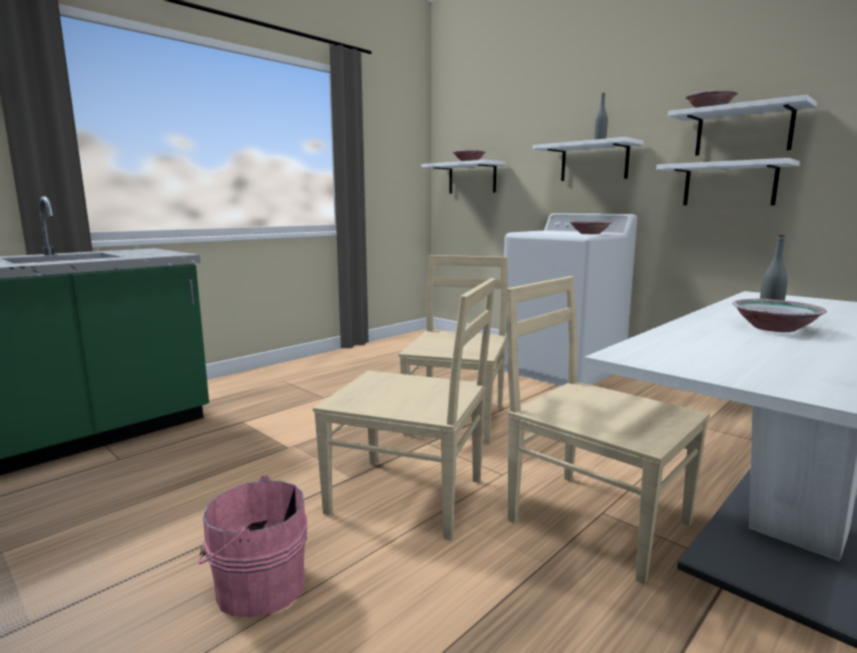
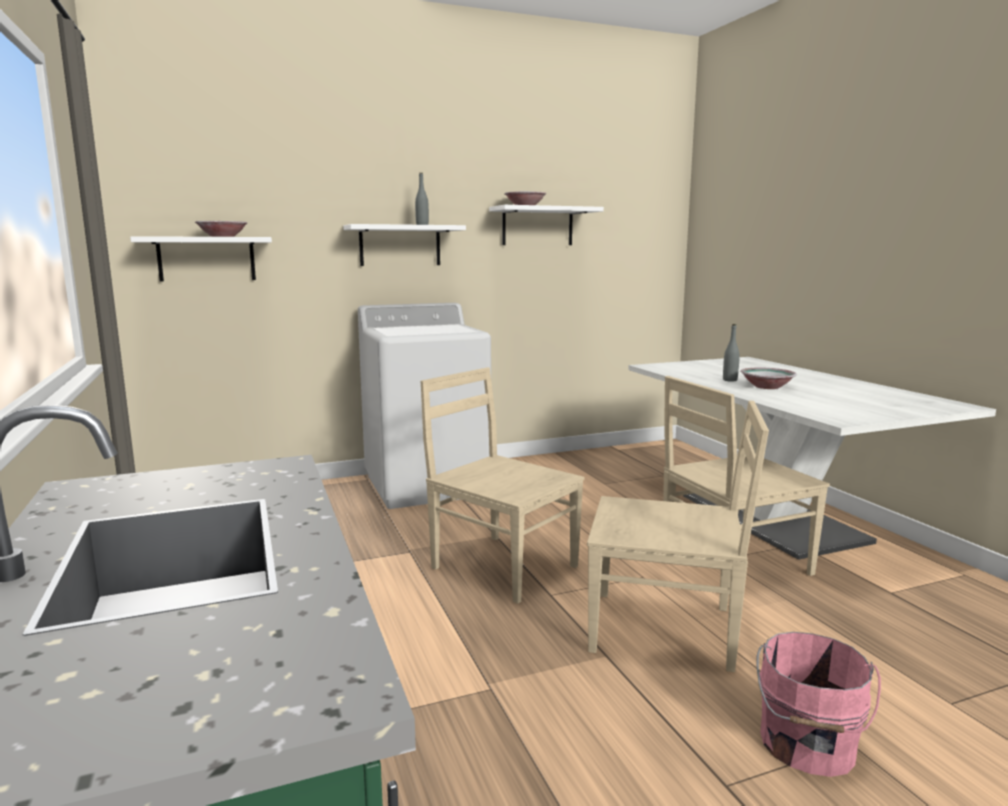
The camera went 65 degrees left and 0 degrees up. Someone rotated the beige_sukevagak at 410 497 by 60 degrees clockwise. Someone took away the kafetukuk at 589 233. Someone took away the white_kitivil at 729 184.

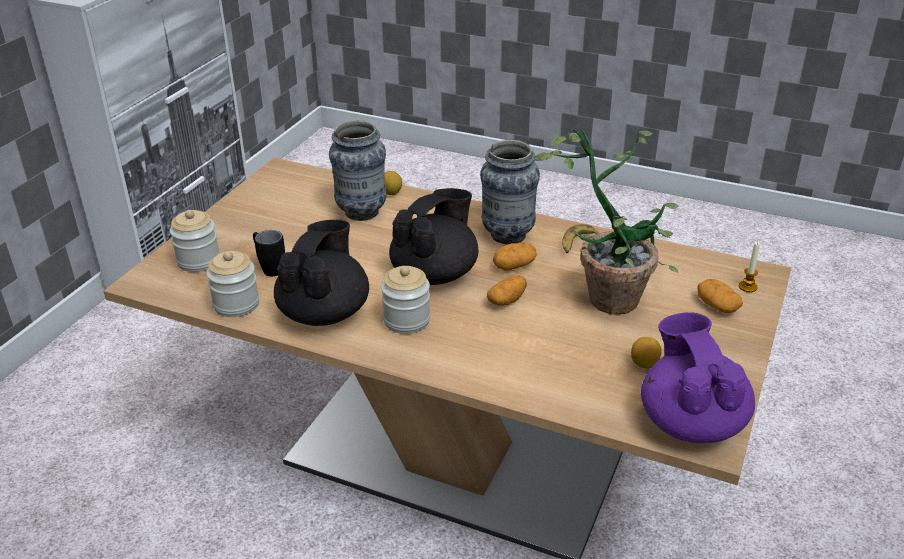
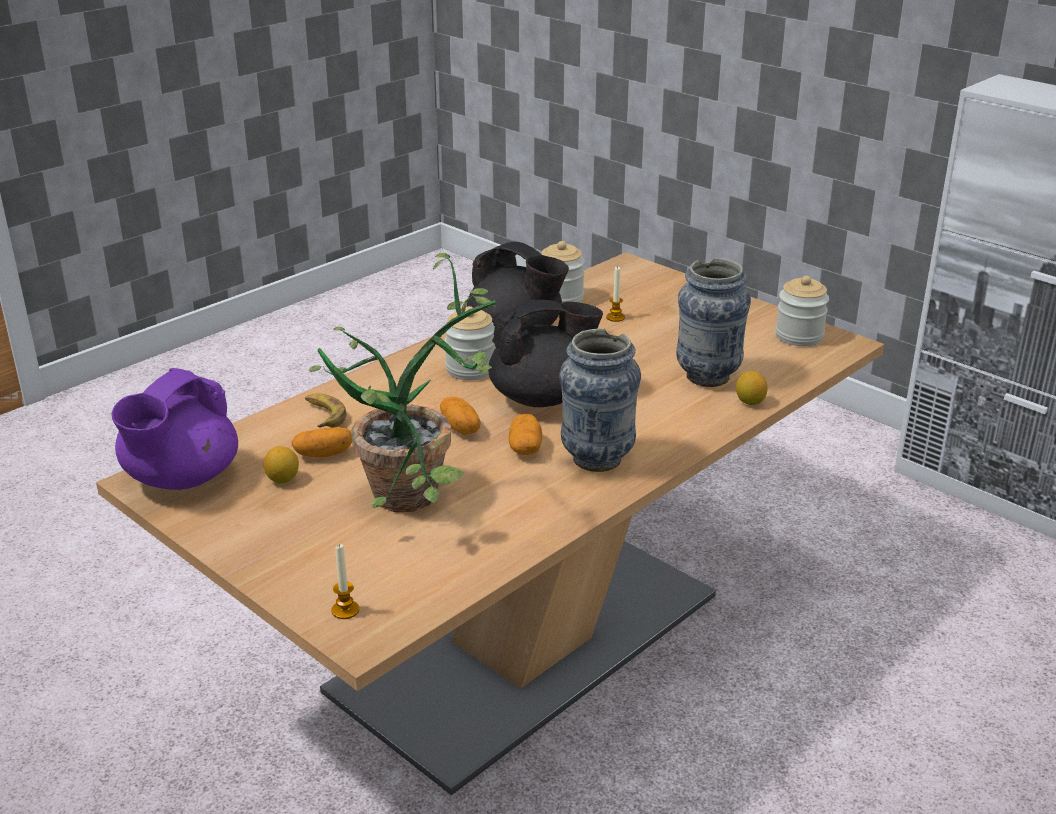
The camera went 110 degrees right and 5 degrees down. Someone carried the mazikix from 198 261 to 799 336. Someone swapped the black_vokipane at 269 268 for the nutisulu at 615 317. Someone rotated the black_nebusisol at 435 274 by 75 degrees counterclockwise. Someone carried the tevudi from 577 243 to 323 415. Someone rotated the purple_nebusisol at 691 421 by 105 degrees clockwise. Someone carried the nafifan from 717 306 to 323 454.

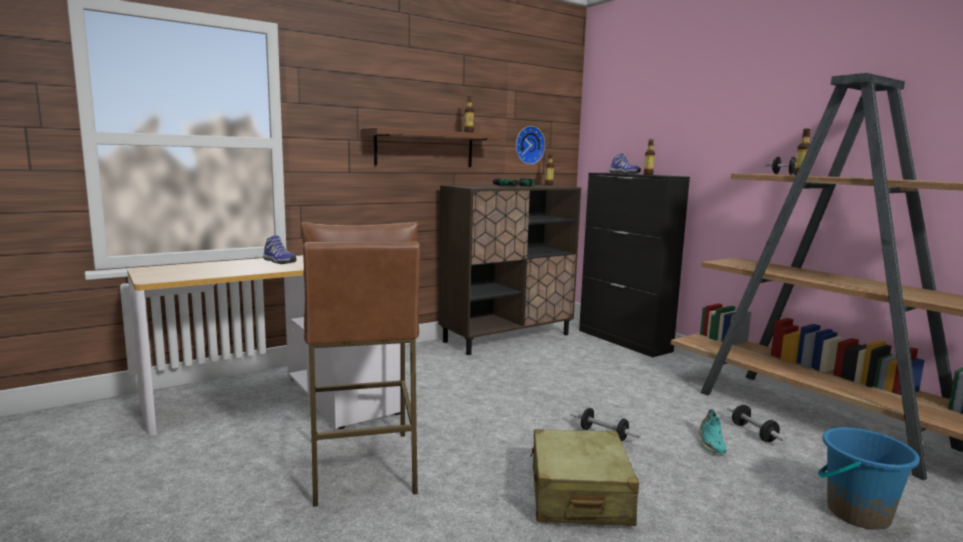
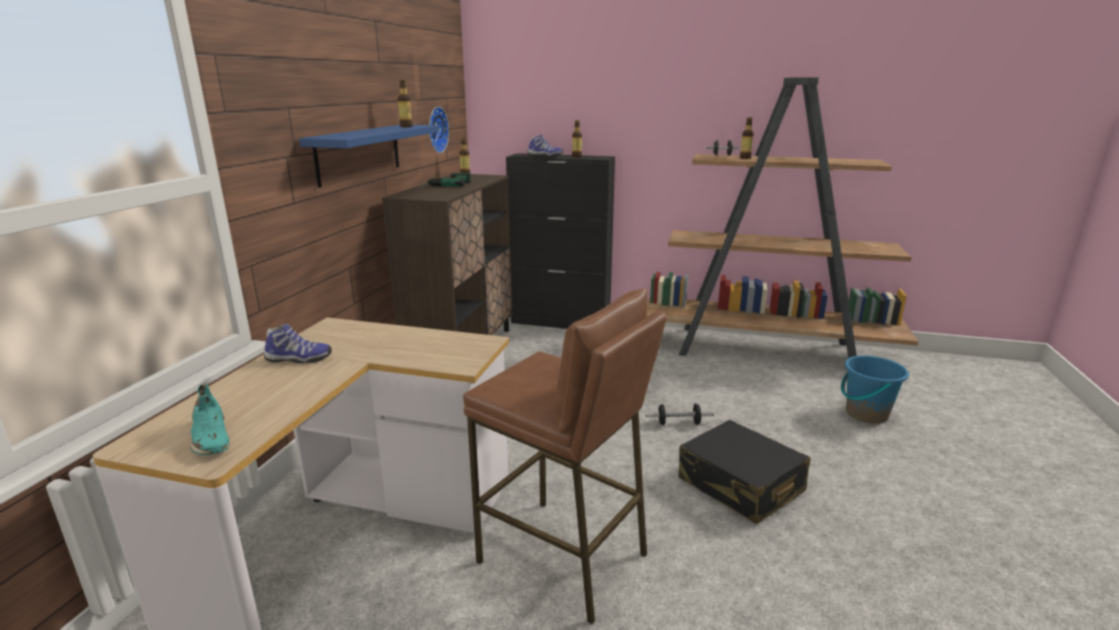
The camera went 40 degrees left and 10 degrees up. Someone repainted the brown_kitivil at 425 149, which became the blue_kitivil at 359 153. Someone repainted the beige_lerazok at 579 495, which became the black_lerazok at 740 485. Someone carried the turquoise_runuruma from 711 443 to 210 437. Someone took away the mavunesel at 753 433.

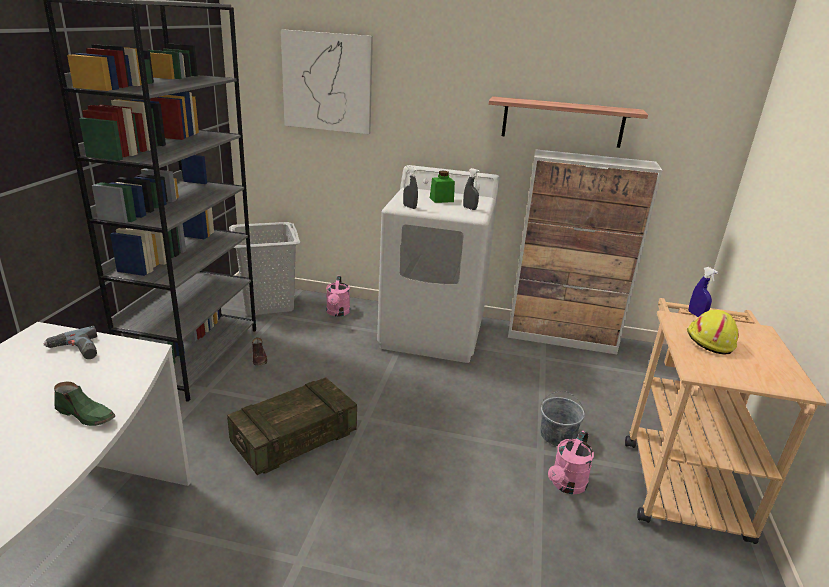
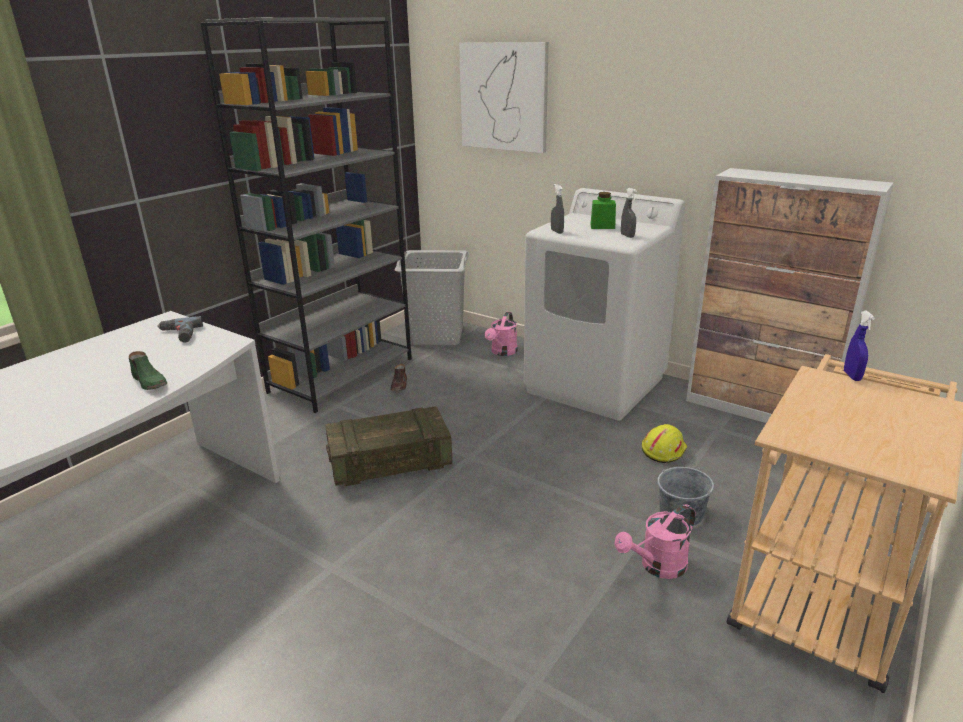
The camera went 25 degrees right and 0 degrees up. Someone took away the kitivil at 562 122. Someone carried the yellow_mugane from 708 340 to 663 450.

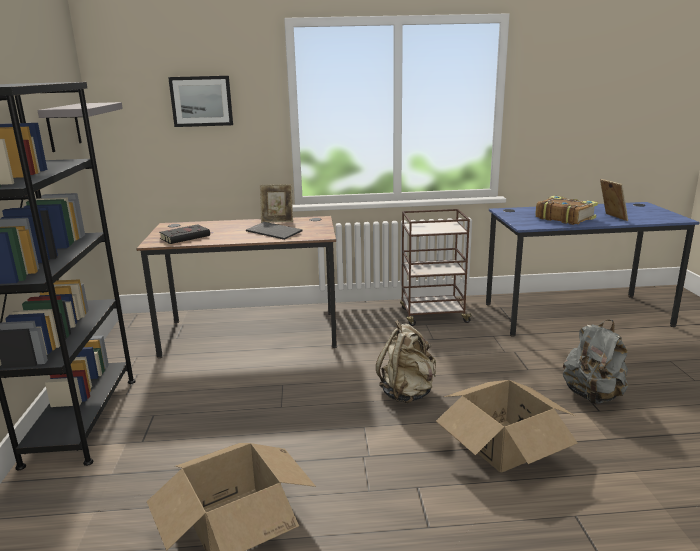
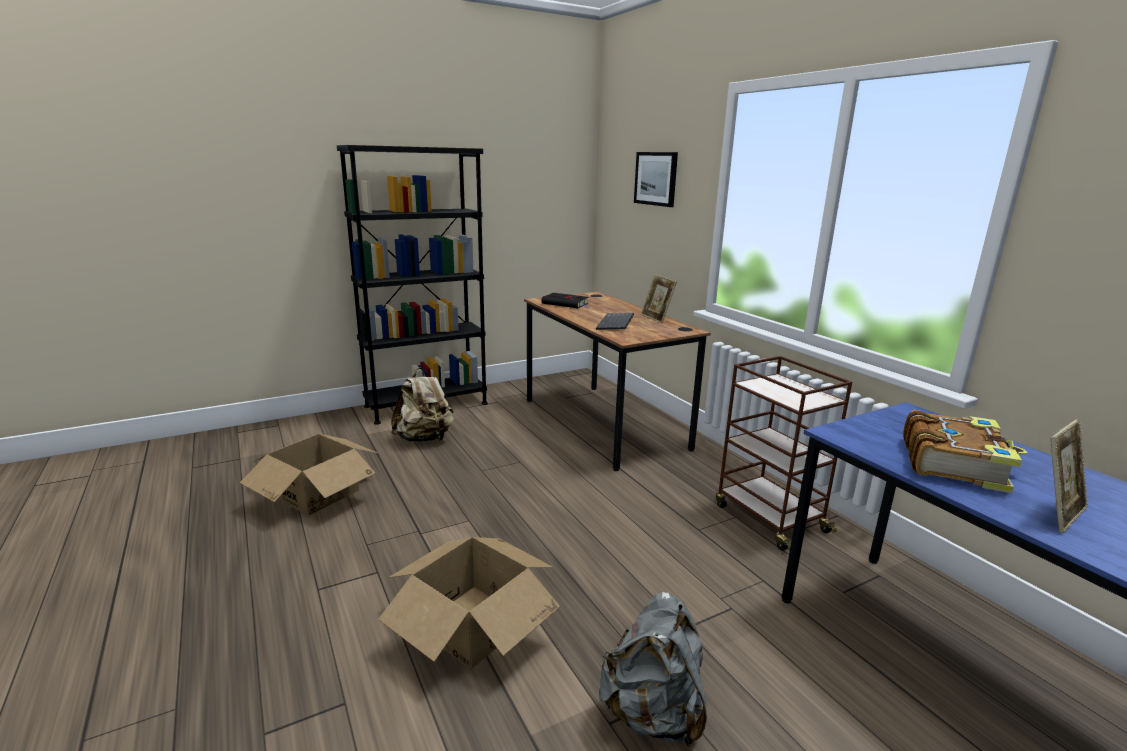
The camera went 65 degrees right and 0 degrees up. Someone took away the grey_kitivil at 63 127. Someone carried the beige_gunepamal from 407 393 to 424 438.

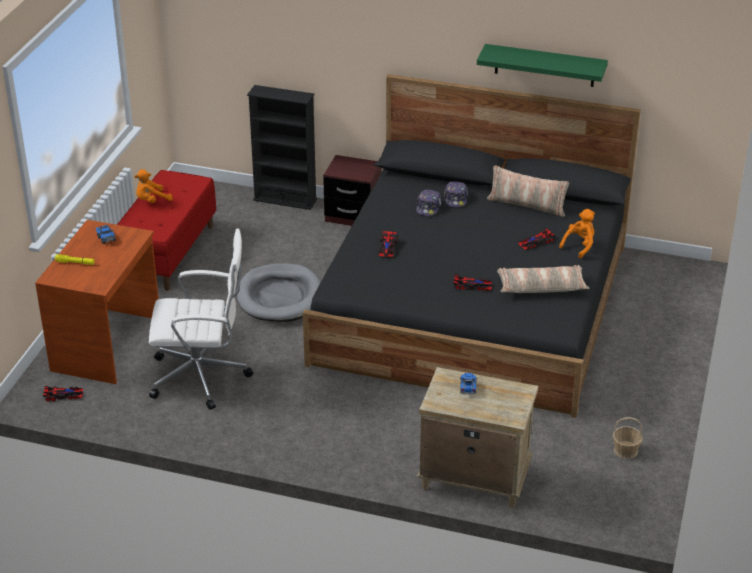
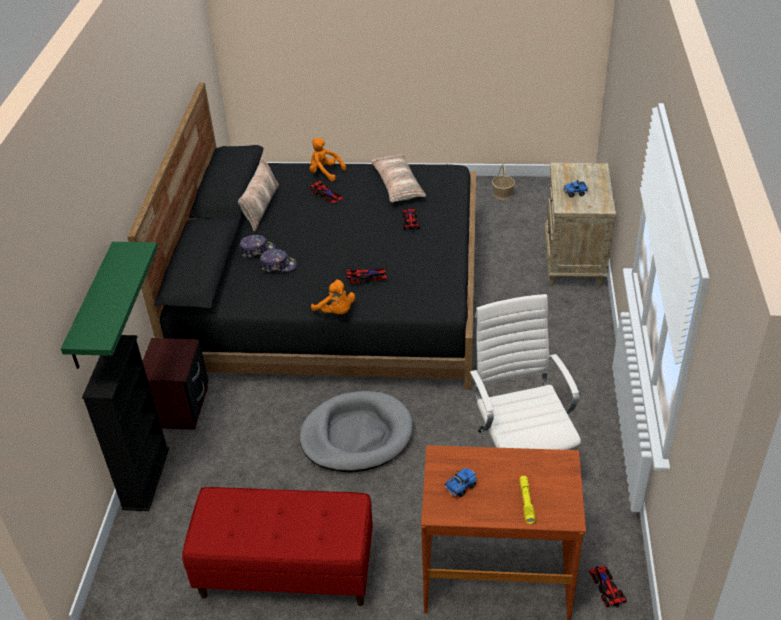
The camera went 100 degrees left and 5 degrees up. Someone carried the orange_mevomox from 152 200 to 336 312. Someone carried the green_kitivil from 544 65 to 92 307.

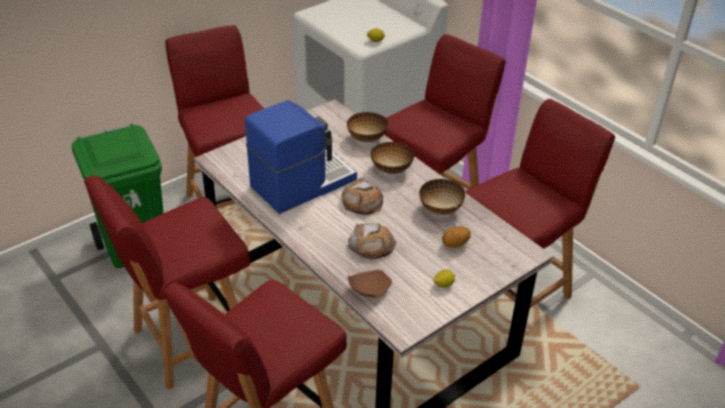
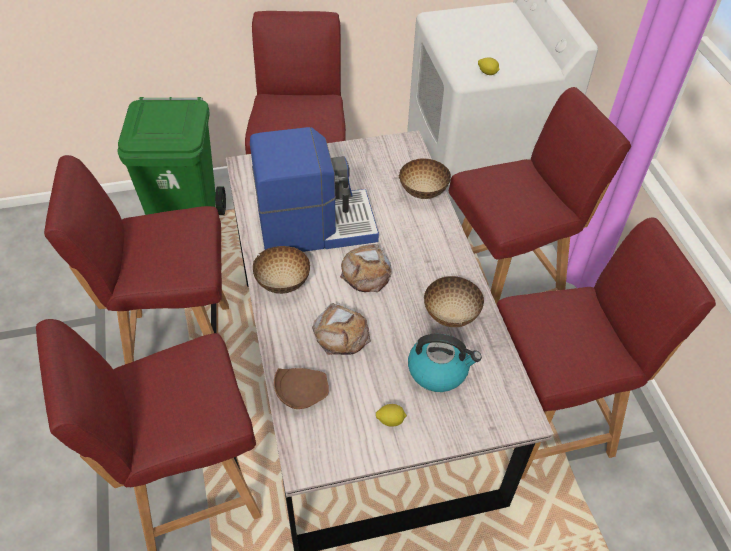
The camera went 25 degrees right and 10 degrees up. Someone carried the kafetukuk from 392 169 to 283 283. Someone swapped the nafifan at 455 244 for the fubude at 439 370.

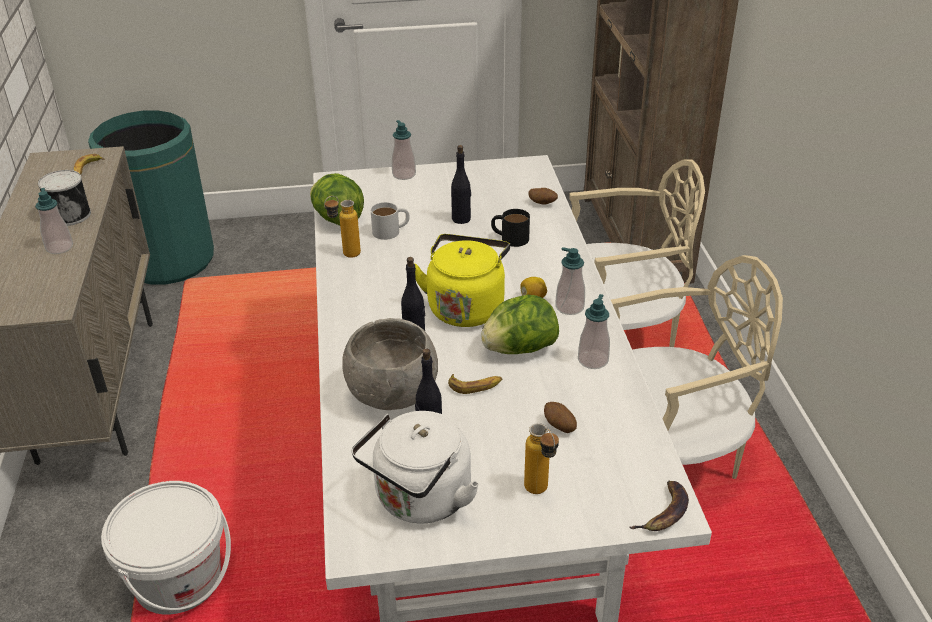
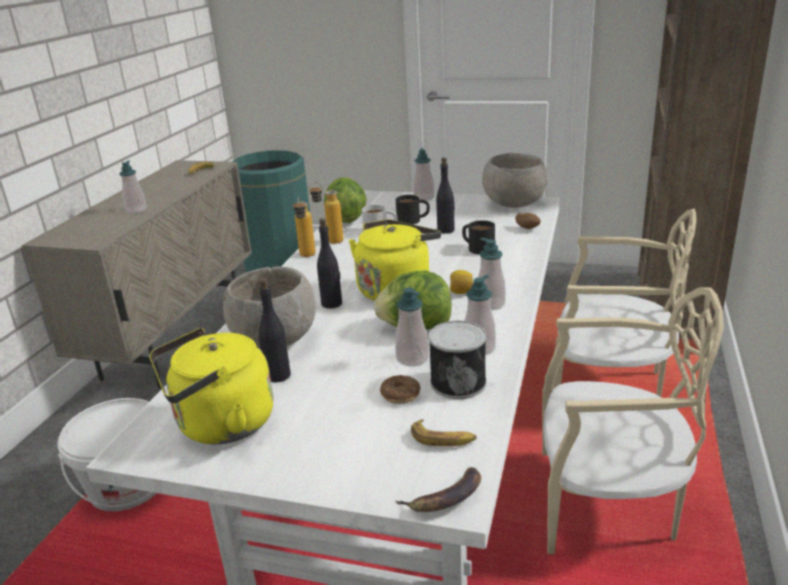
The camera went 25 degrees right and 10 degrees down. Someone carried the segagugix from 70 215 to 458 382. Someone repainted the white_fubude at 420 501, which became the yellow_fubude at 220 425. Someone carried the tevudi from 475 386 to 443 439. Someone carried the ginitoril from 540 493 to 307 257. Someone swapped the nafifan at 559 426 for the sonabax at 400 395. Someone put down the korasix at 412 358. Someone put down the black_vokipane at 413 220. Someone put down the grey_kafetukuk at 513 205.

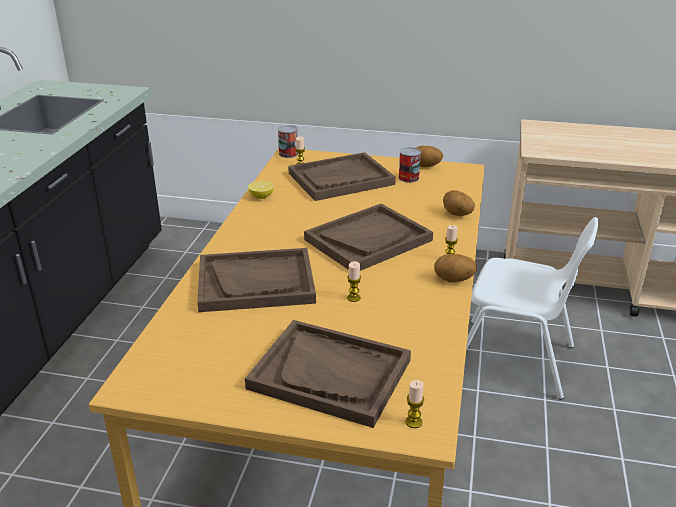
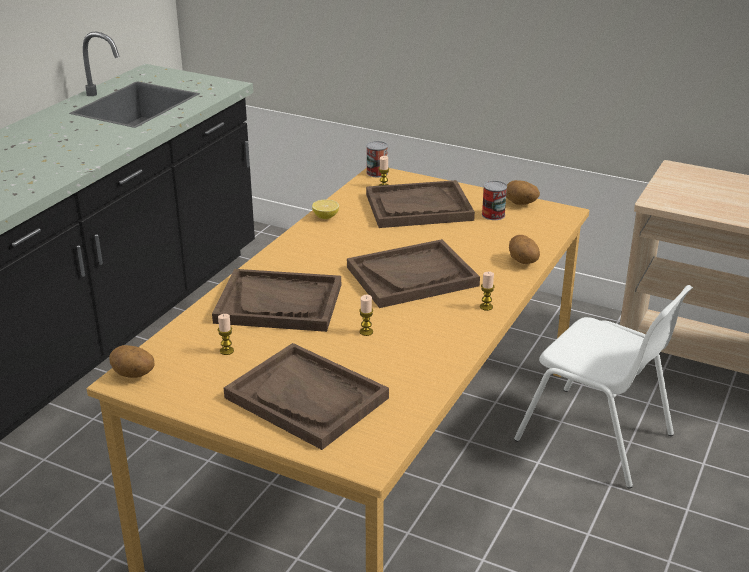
The camera went 15 degrees right and 0 degrees up. Someone carried the nutisulu from 413 422 to 226 351. Someone carried the nafifan from 454 280 to 133 375.

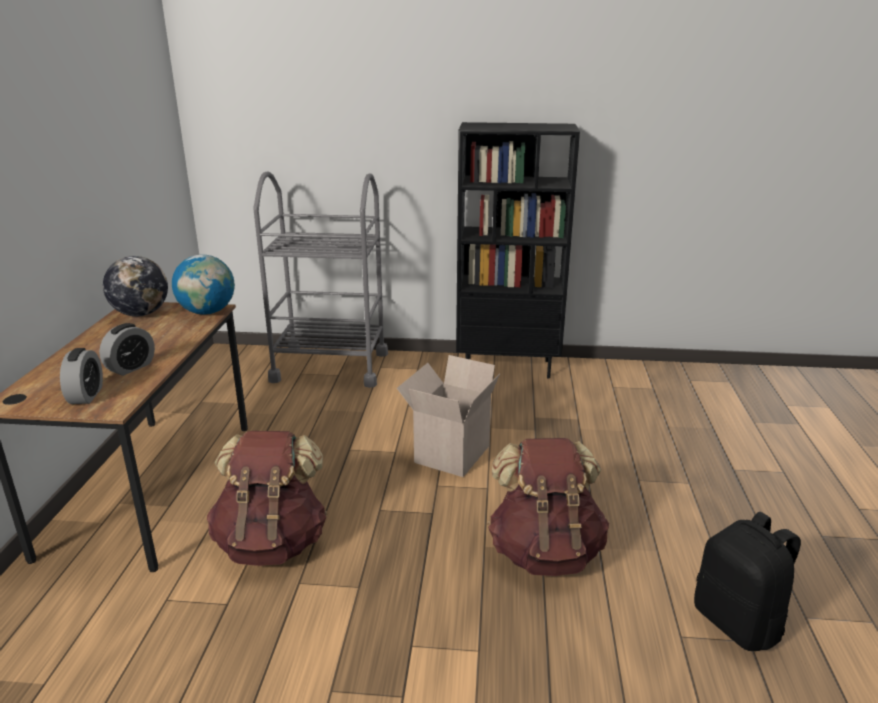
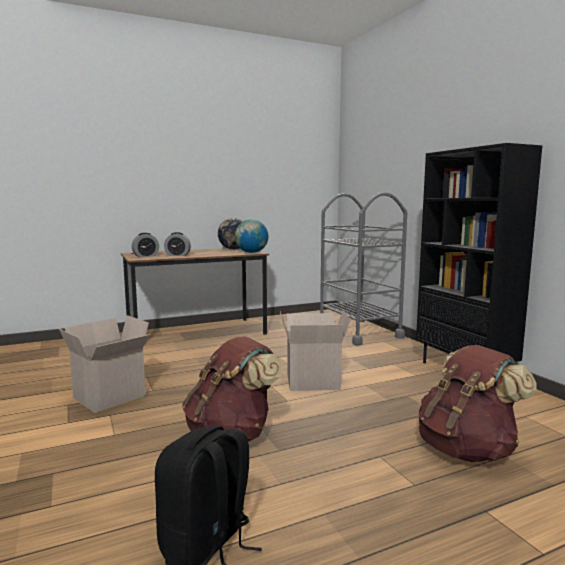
The camera went 60 degrees right and 15 degrees down. Someone carried the brown_gunepamal from 272 542 to 467 449. Someone put down the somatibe at 109 398.

